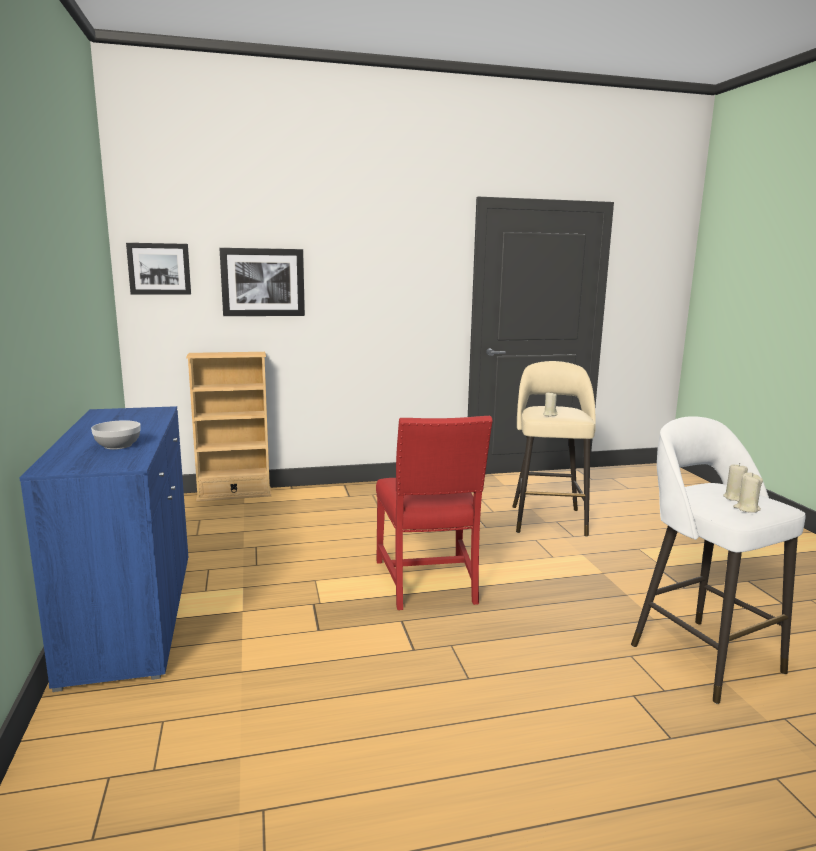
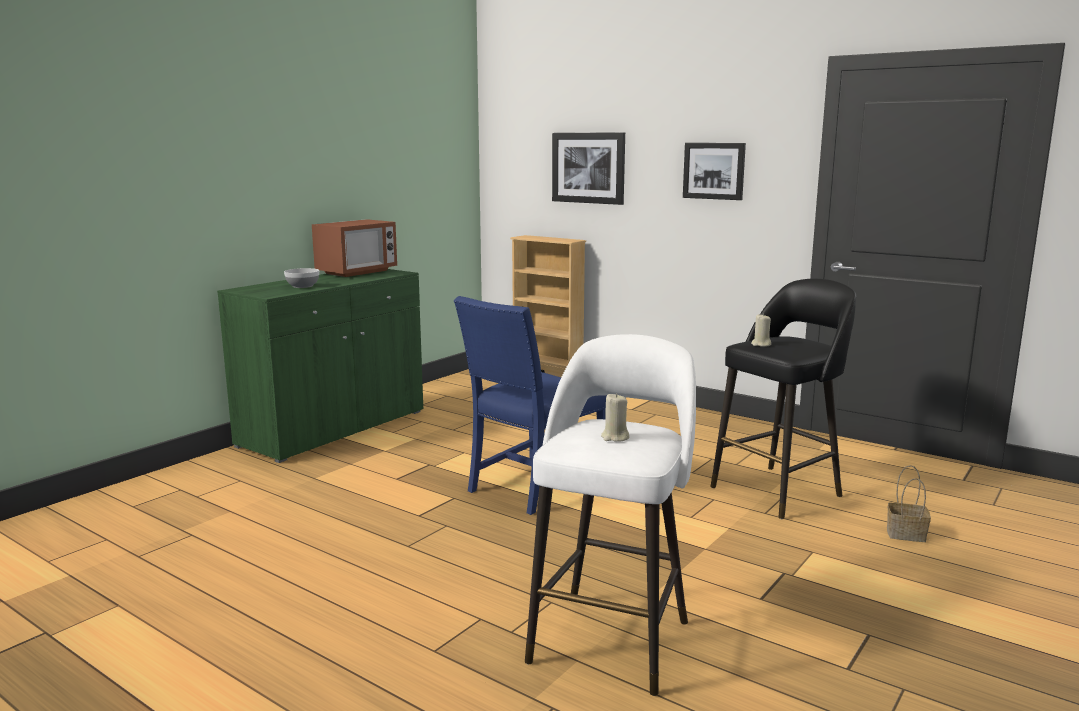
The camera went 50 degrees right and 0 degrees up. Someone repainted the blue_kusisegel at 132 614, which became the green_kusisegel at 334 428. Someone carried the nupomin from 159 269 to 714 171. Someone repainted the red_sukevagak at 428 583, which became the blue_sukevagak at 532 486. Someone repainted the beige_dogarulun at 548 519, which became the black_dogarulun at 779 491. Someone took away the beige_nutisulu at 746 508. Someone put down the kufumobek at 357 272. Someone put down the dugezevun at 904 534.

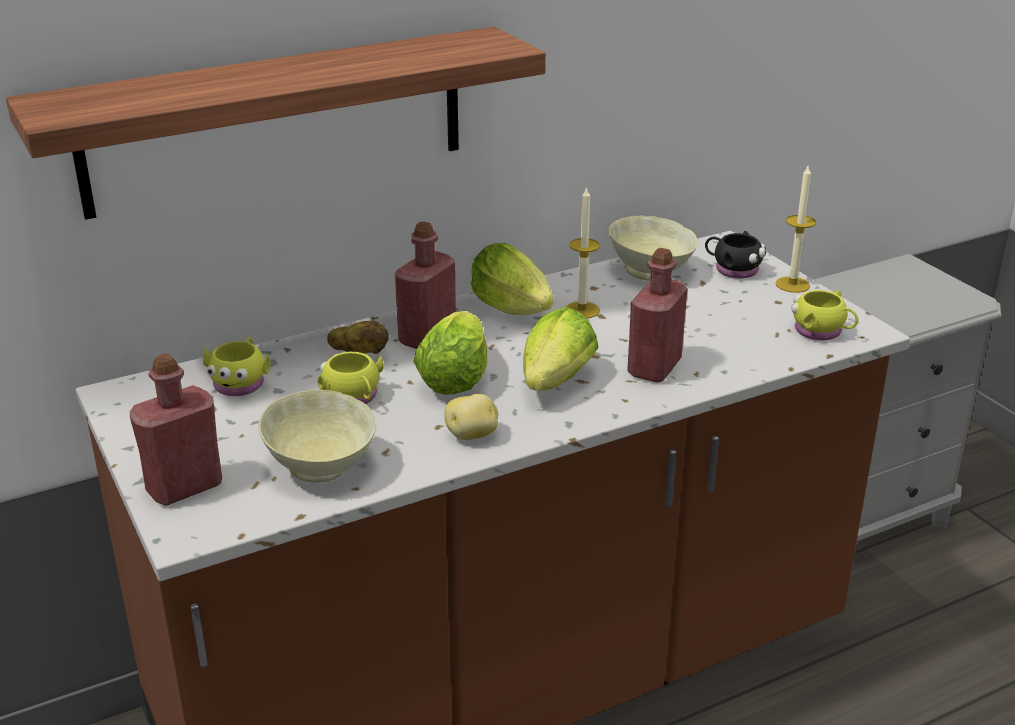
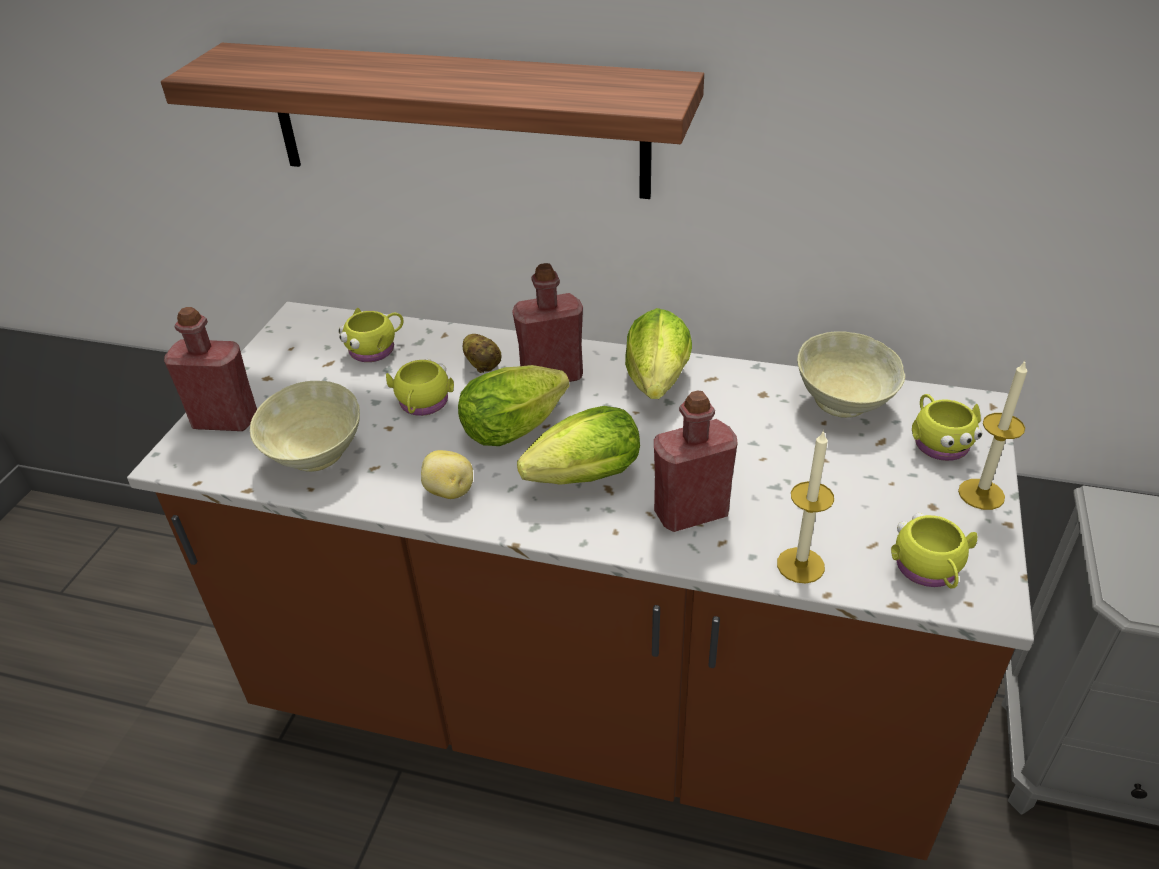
The camera went 45 degrees right and 10 degrees up. Someone carried the nutisulu from 582 310 to 800 565. Someone repainted the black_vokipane at 733 269, which became the yellow_vokipane at 938 442.

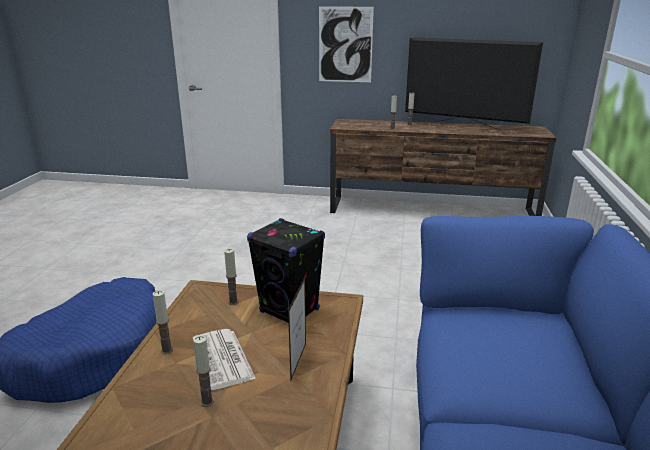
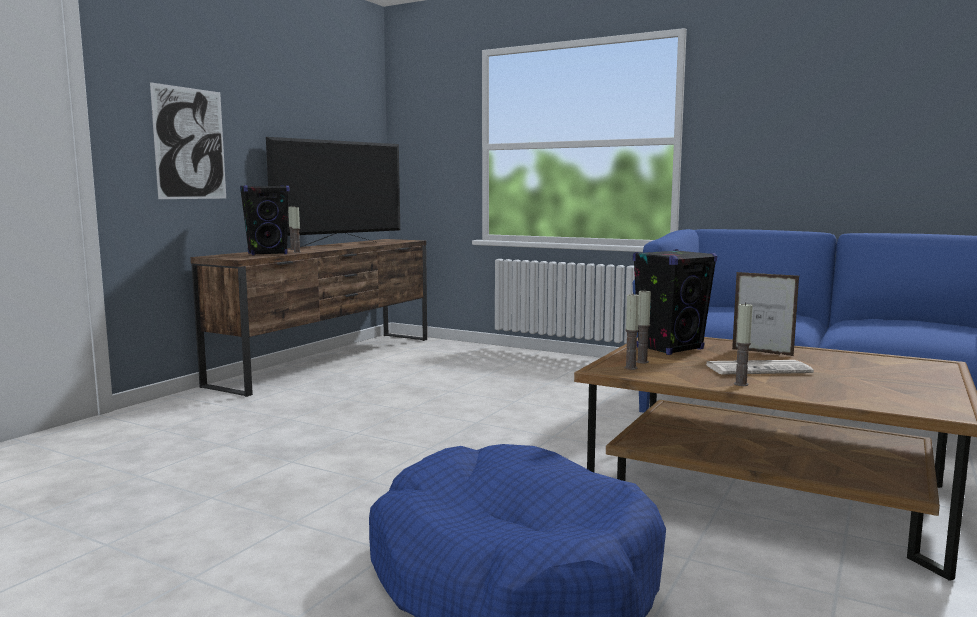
The camera went 70 degrees left and 15 degrees down. Someone carried the nutisulu from 207 401 to 630 368. Someone put down the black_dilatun at 268 254.

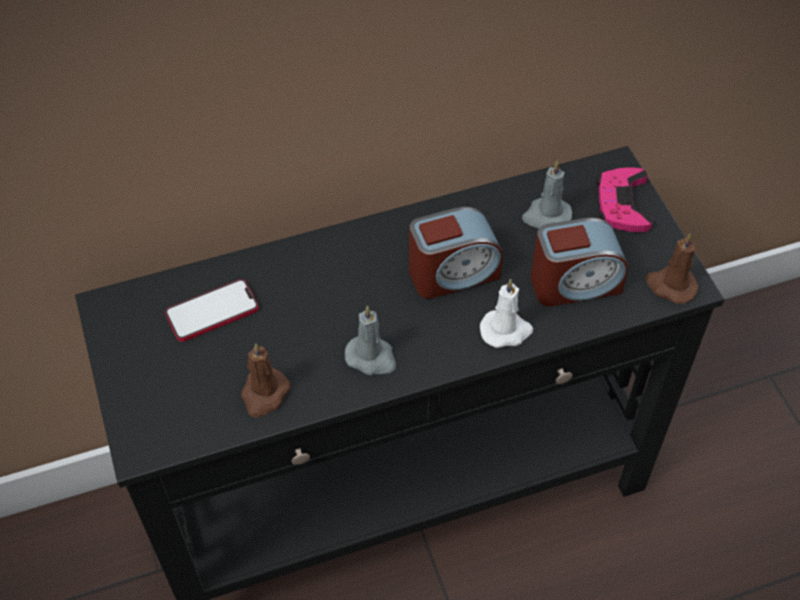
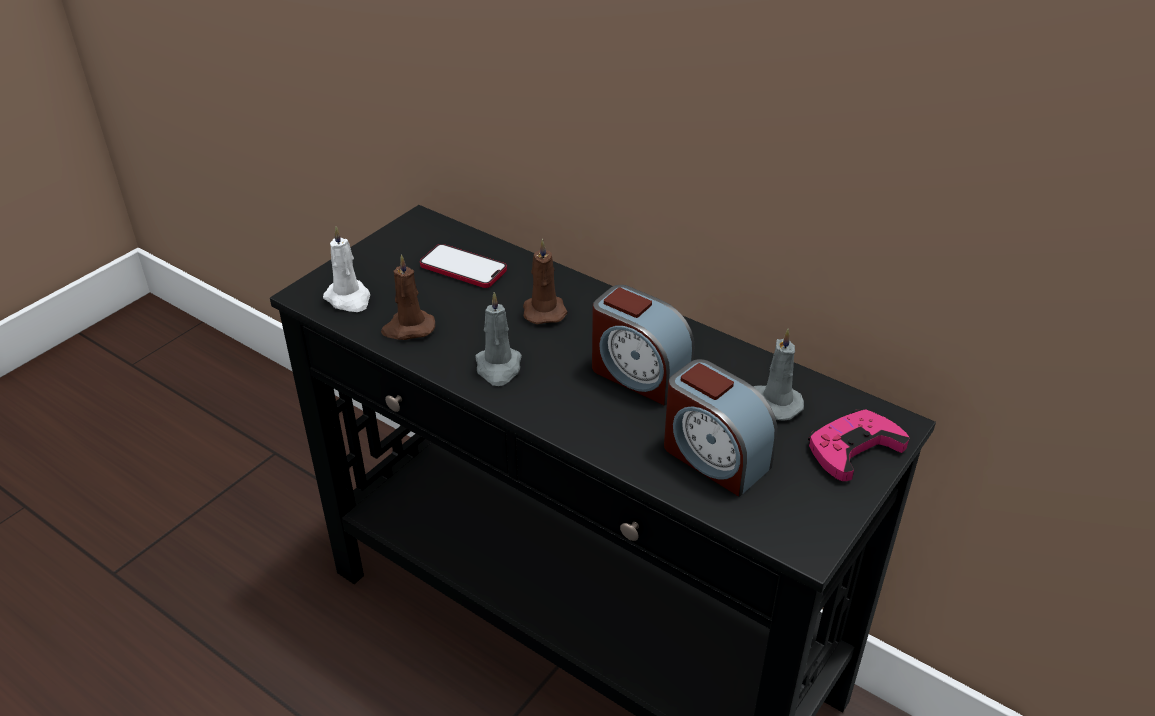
The camera went 55 degrees right and 15 degrees down. Someone carried the white_nutisulu from 506 330 to 349 299. Someone carried the brown_nutisulu from 670 286 to 543 310.

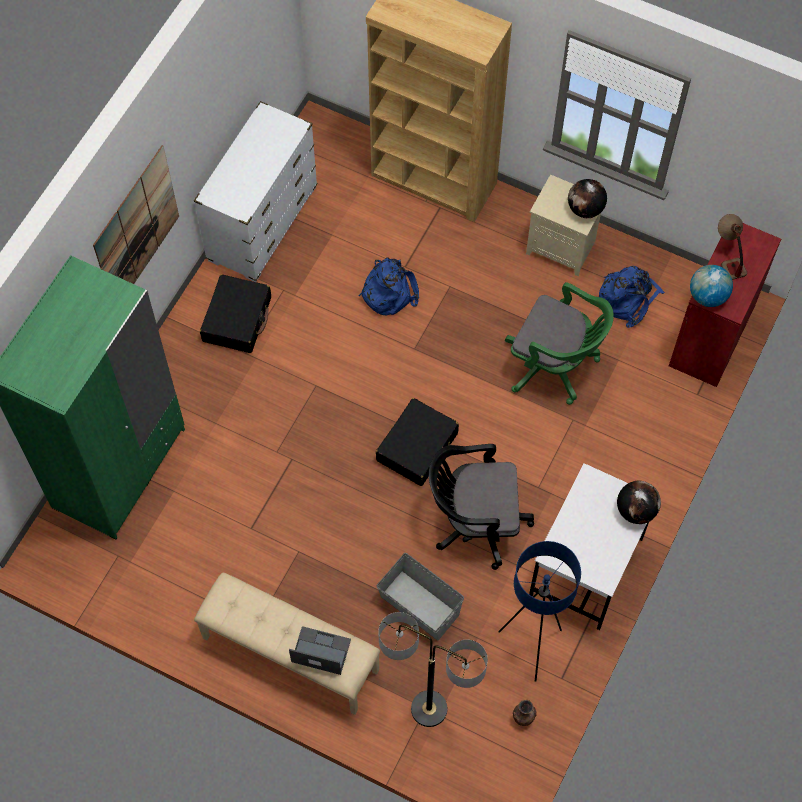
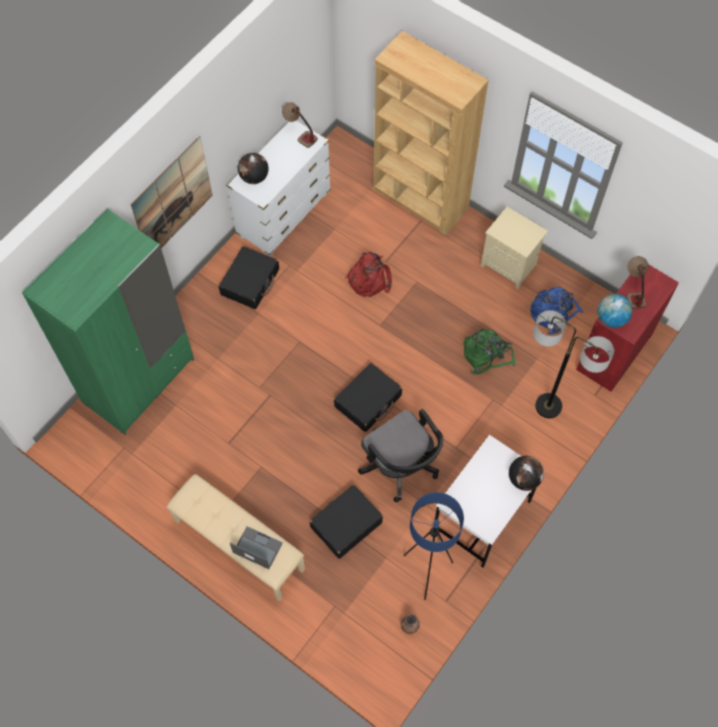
The camera went 10 degrees right and 0 degrees up. Someone repainted the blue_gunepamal at 388 291, which became the red_gunepamal at 369 278. Someone swapped the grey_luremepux at 419 606 for the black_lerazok at 346 525. Someone carried the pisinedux from 429 709 to 548 406. Someone rotated the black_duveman at 474 522 by 135 degrees counterclockwise. Someone swapped the green_duveman at 554 365 for the green_gunepamal at 486 355. Someone carried the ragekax from 585 209 to 254 177. Someone put down the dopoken at 300 135.

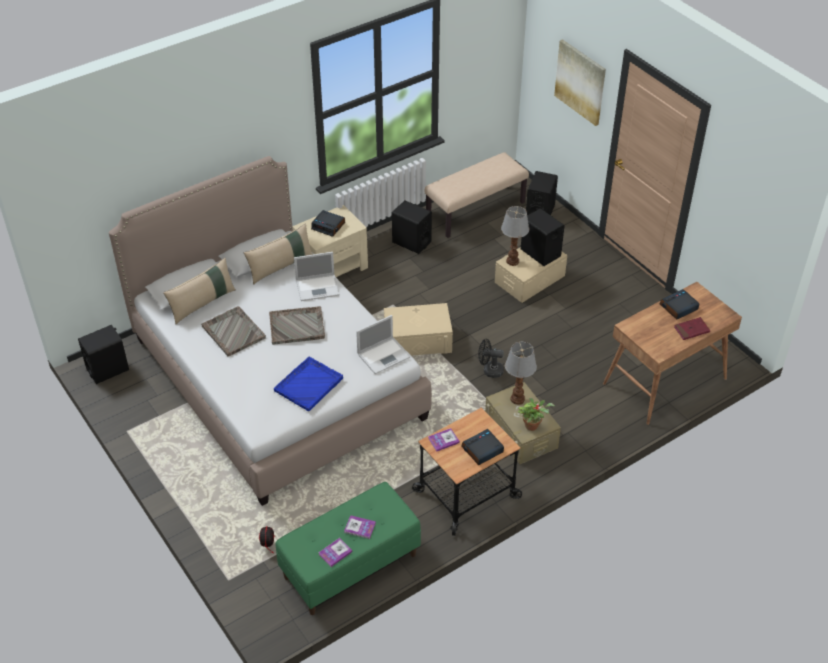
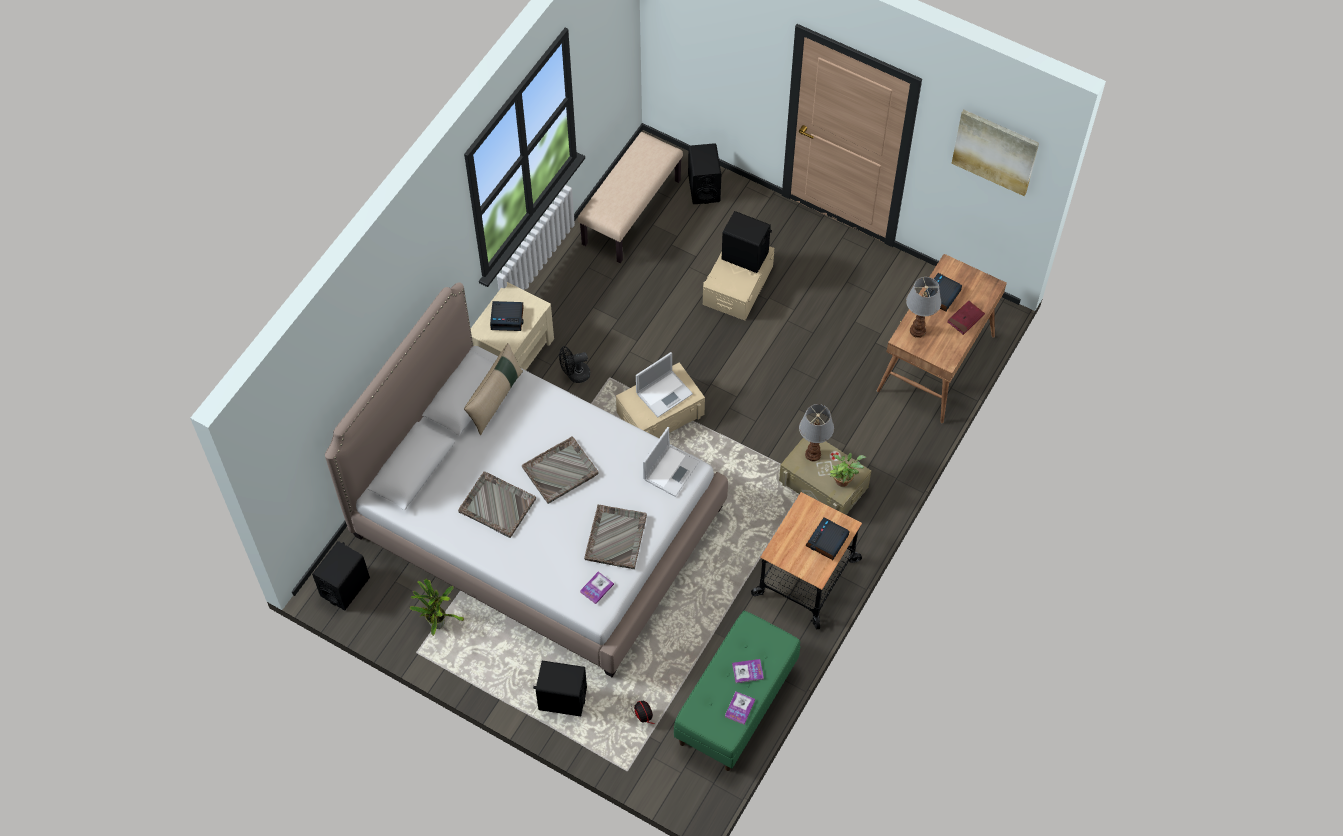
The camera went 25 degrees left and 15 degrees up. Someone took away the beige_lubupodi at 202 303. Someone repainted the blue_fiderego at 309 384, which became the grey_fiderego at 616 537. Someone carried the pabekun from 318 287 to 665 393. Someone carried the black_dilatun from 411 242 to 562 699. Someone carried the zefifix from 443 440 to 596 588. Someone carried the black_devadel from 489 370 to 574 374. Someone carried the dopoken from 513 261 to 918 331. Someone carried the nupomin from 580 82 to 995 151. Someone put down the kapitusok at 437 620.

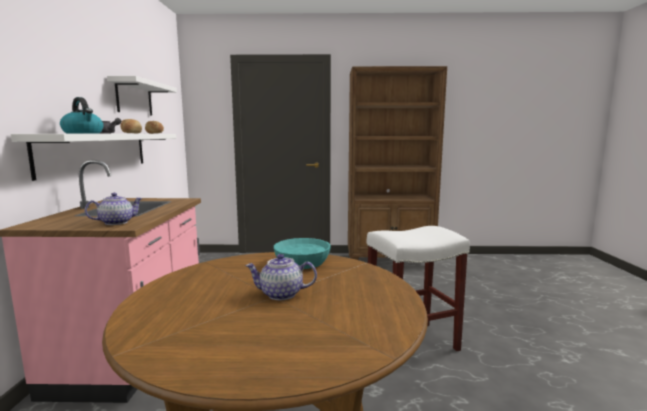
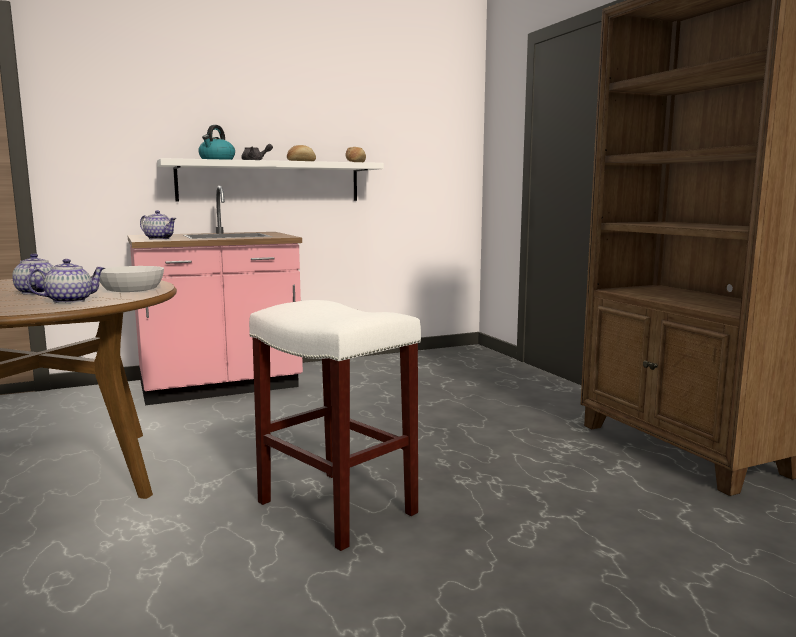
The camera went 65 degrees right and 0 degrees up. Someone took away the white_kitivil at 134 98. Someone repainted the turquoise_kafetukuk at 301 262, which became the white_kafetukuk at 132 289. Someone put down the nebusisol at 70 301.

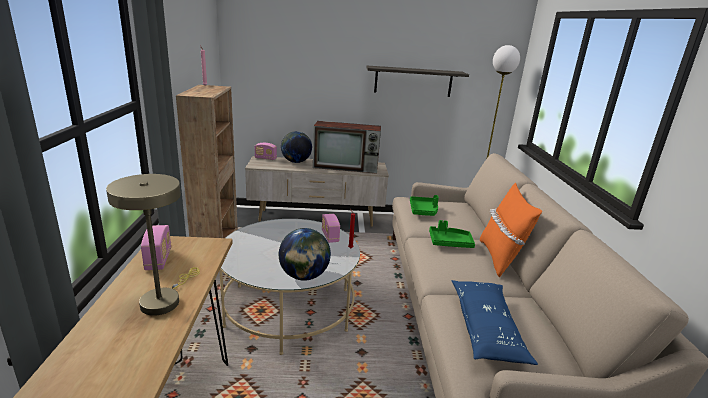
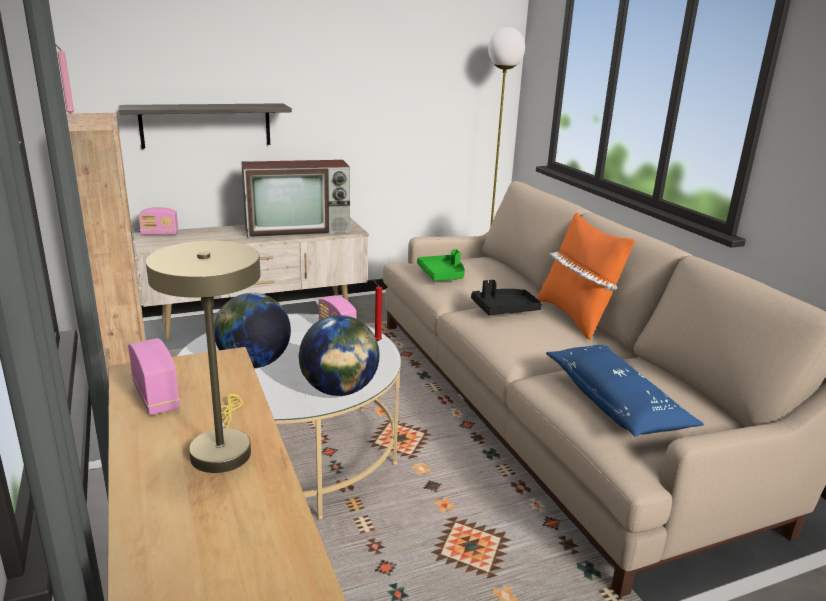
The camera went 20 degrees left and 0 degrees up. Someone carried the ragekax from 296 162 to 254 364. Someone carried the kitivil from 413 81 to 206 125. Someone repainted the green_fiderego at 449 242, which became the black_fiderego at 504 309.

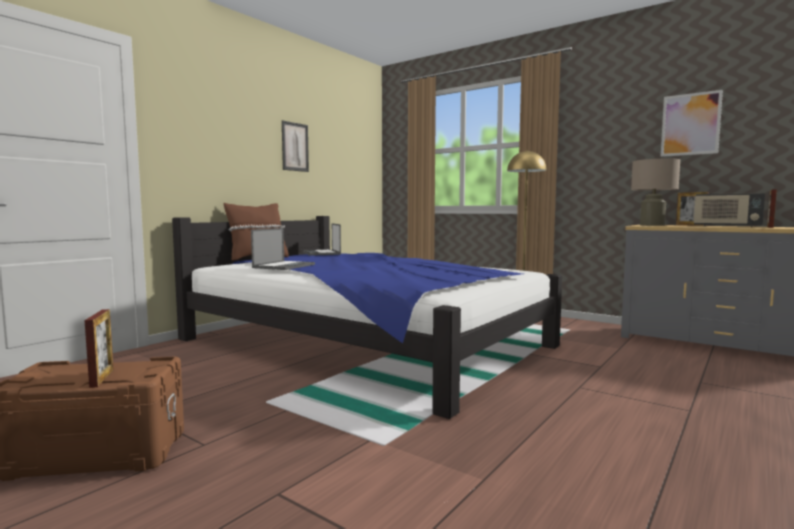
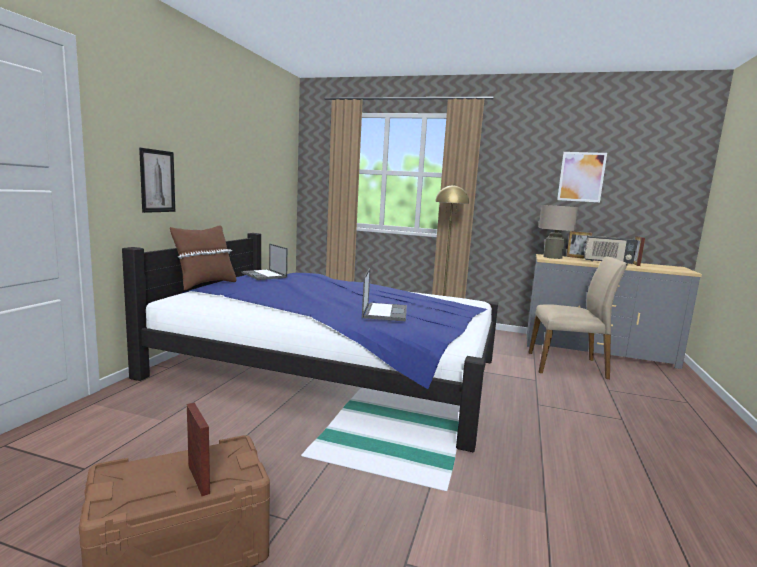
The camera went 20 degrees left and 5 degrees up. Someone carried the pabekun from 284 266 to 384 312. Someone carried the nupomin from 295 147 to 157 181. Someone put down the beige_sukevagak at 568 365.

